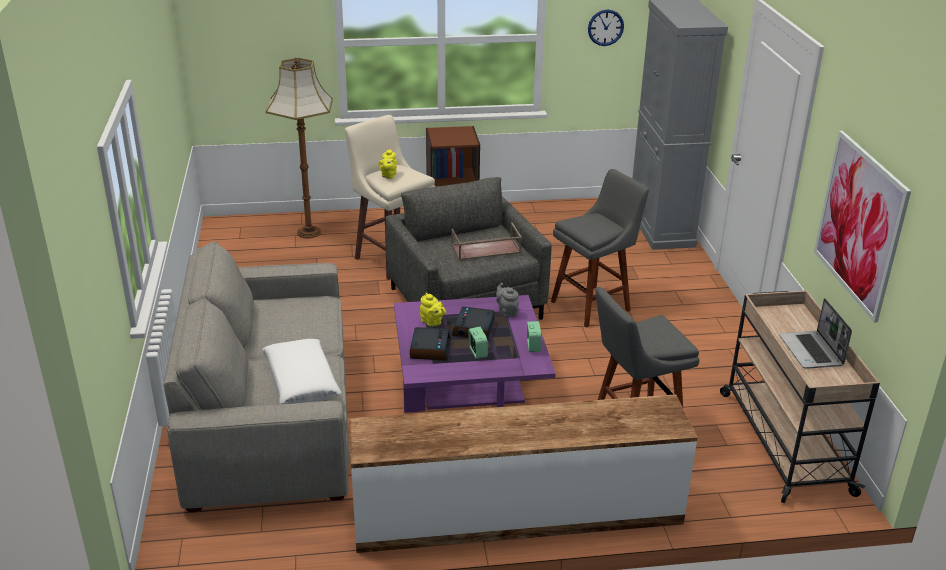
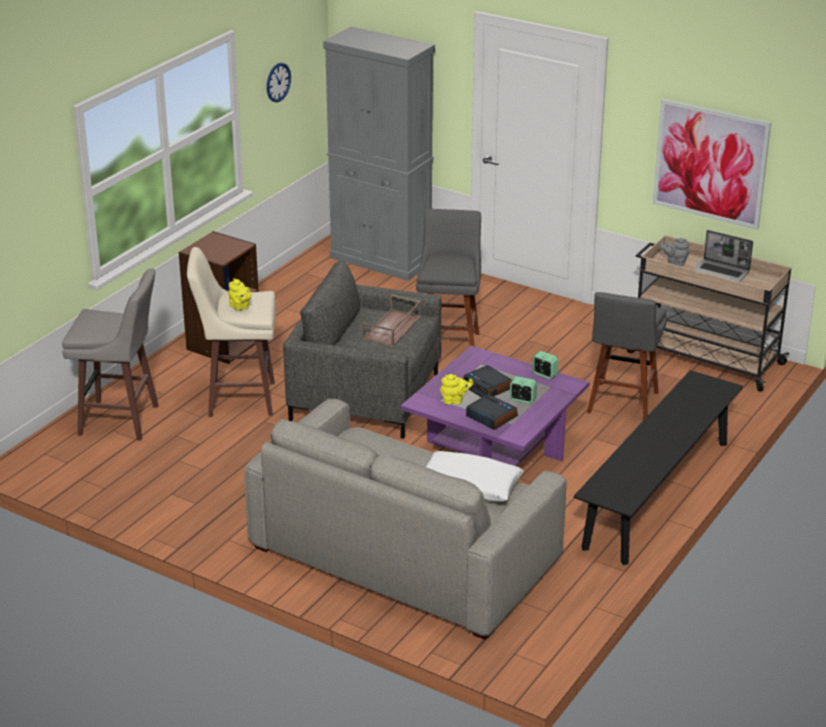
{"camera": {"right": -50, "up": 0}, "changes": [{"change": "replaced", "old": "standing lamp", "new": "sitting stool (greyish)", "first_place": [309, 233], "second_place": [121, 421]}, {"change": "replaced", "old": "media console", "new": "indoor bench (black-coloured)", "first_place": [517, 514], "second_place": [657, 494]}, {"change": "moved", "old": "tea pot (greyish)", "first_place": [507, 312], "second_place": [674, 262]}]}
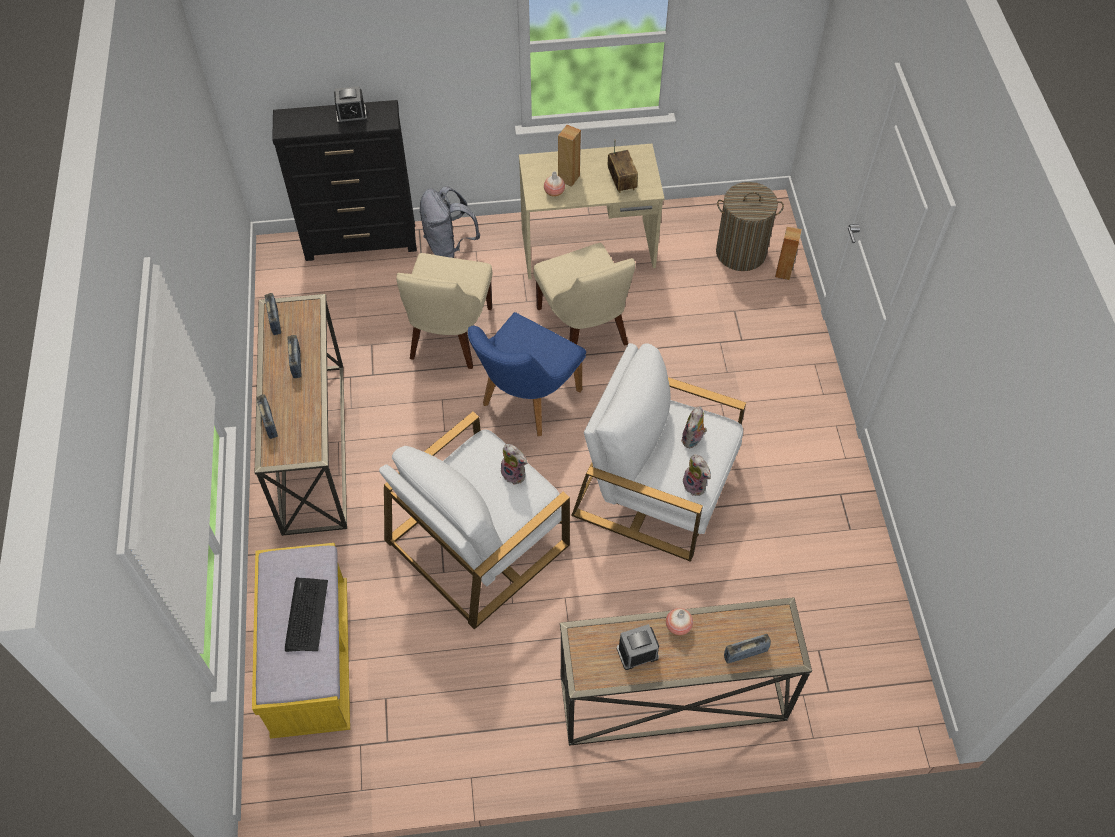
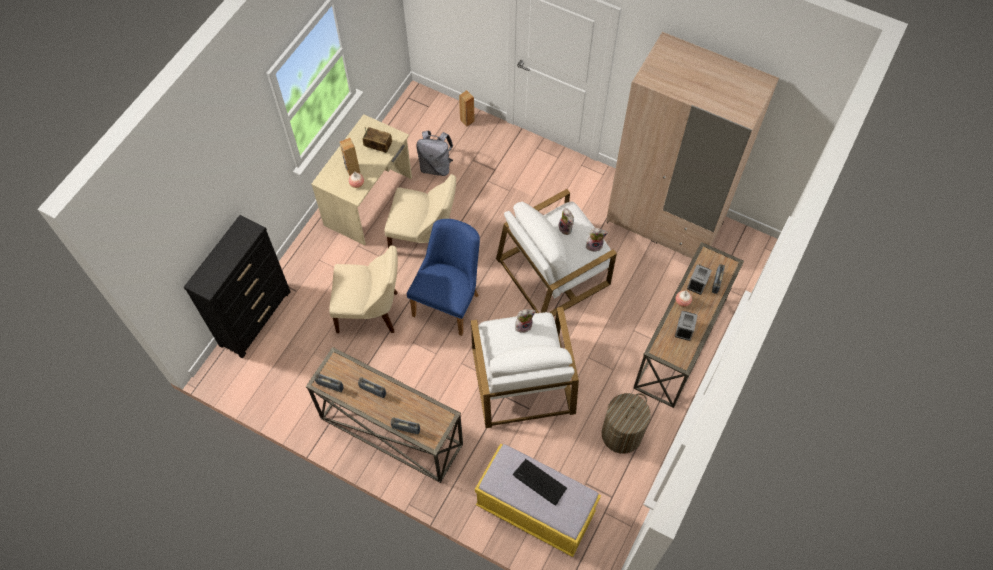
{"camera": {"right": -55, "up": 5}, "changes": [{"change": "turned", "old": "upright chair (sand-coloured)", "first_place": [449, 336], "second_place": [371, 312], "degrees": -45}, {"change": "turned", "old": "upright chair (blue-coloured)", "first_place": [525, 402], "second_place": [450, 300], "degrees": -135}, {"change": "moved", "old": "rucksack (greyish)", "first_place": [449, 246], "second_place": [436, 166]}, {"change": "moved", "old": "laundry basket", "first_place": [740, 252], "second_place": [621, 434]}, {"change": "added", "new": "wardrobe (sand-coloured)", "second_place": [665, 222]}, {"change": "moved", "old": "table clock", "first_place": [351, 115], "second_place": [697, 283]}]}
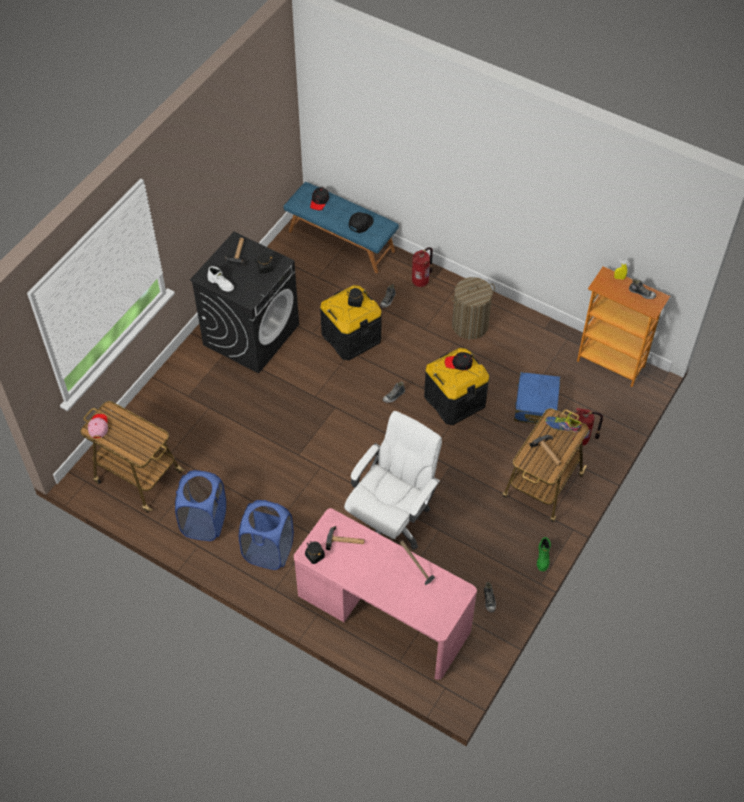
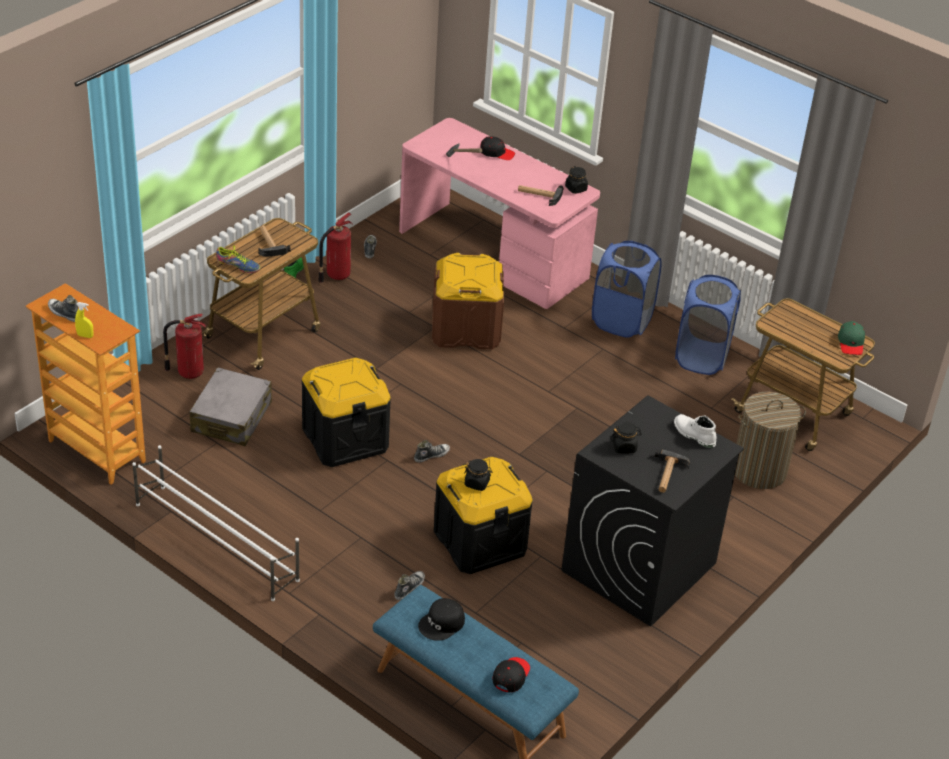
{"camera": {"right": -175, "up": -15}, "changes": [{"change": "added", "new": "shoe stand (white-coloured)", "second_place": [216, 541]}, {"change": "recoloured", "old": "piece of luggage (blue-coloured)", "new": "piece of luggage (greyish)", "first_place": [536, 405], "second_place": [232, 417]}, {"change": "moved", "old": "fire extinguisher", "first_place": [421, 281], "second_place": [336, 275]}, {"change": "replaced", "old": "office chair (white-coloured)", "new": "storage bin (brown)", "first_place": [391, 519], "second_place": [465, 328]}, {"change": "moved", "old": "peaked cap (black-coloured)", "first_place": [458, 363], "second_place": [497, 153]}, {"change": "moved", "old": "laundry basket", "first_place": [470, 325], "second_place": [759, 470]}, {"change": "recoloured", "old": "peaked cap (pink-coloured)", "new": "peaked cap (green-coloured)", "first_place": [98, 427], "second_place": [851, 343]}]}
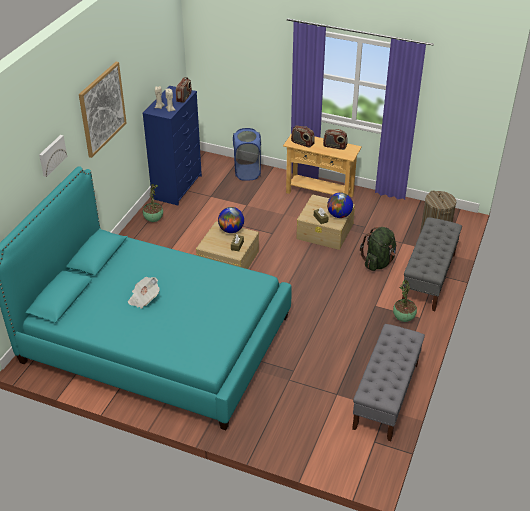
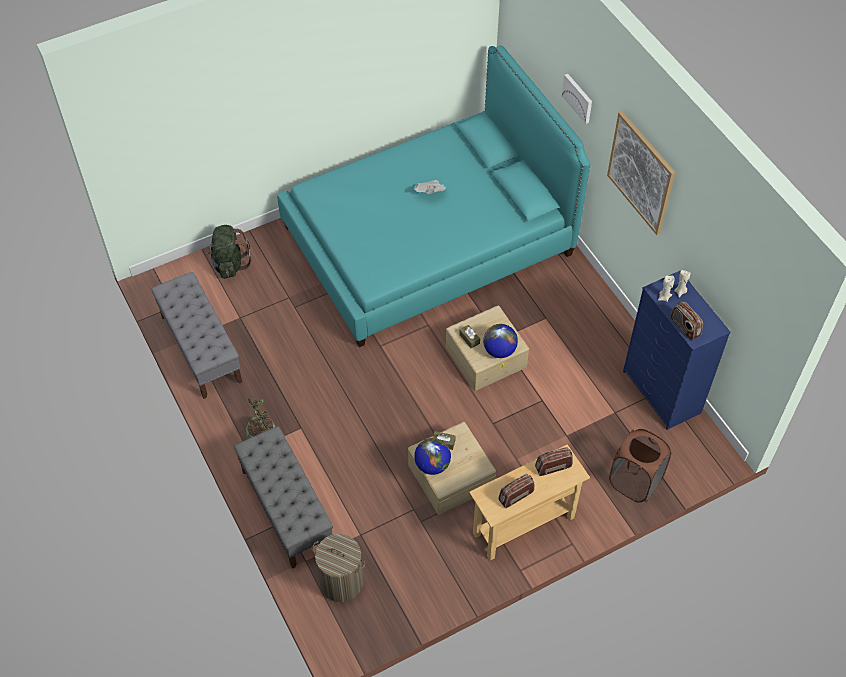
{"camera": {"right": 130, "up": 15}, "changes": [{"change": "moved", "old": "rucksack (green-coloured)", "first_place": [378, 262], "second_place": [229, 264]}, {"change": "recoloured", "old": "laundry basket (blue-coloured)", "new": "laundry basket (brown)", "first_place": [247, 172], "second_place": [634, 482]}, {"change": "removed", "old": "houseplant", "first_place": [153, 219]}]}
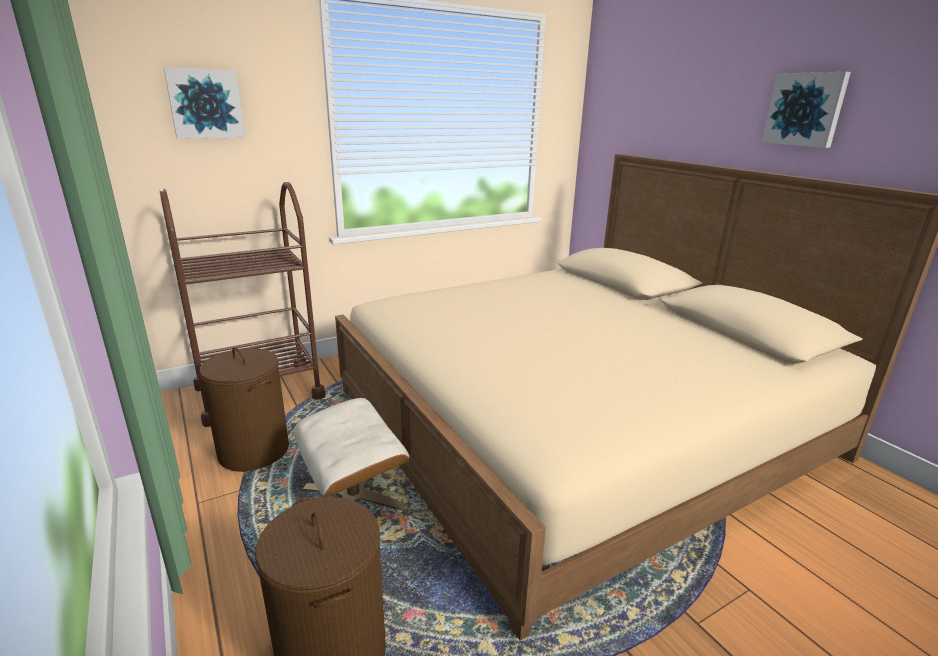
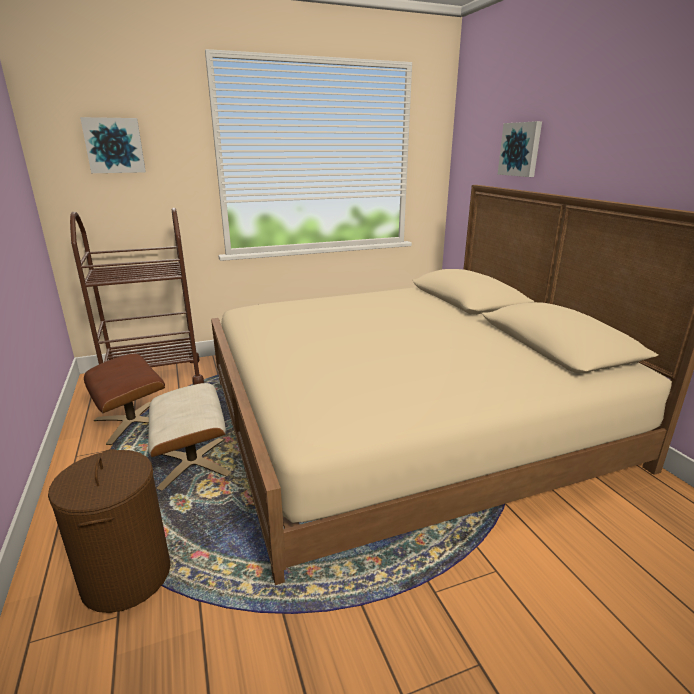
{"camera": {"right": 10, "up": 0}, "changes": [{"change": "replaced", "old": "laundry basket (brown)", "new": "ottoman (brown)", "first_place": [254, 451], "second_place": [132, 422]}, {"change": "moved", "old": "wall art", "first_place": [805, 109], "second_place": [520, 149]}]}
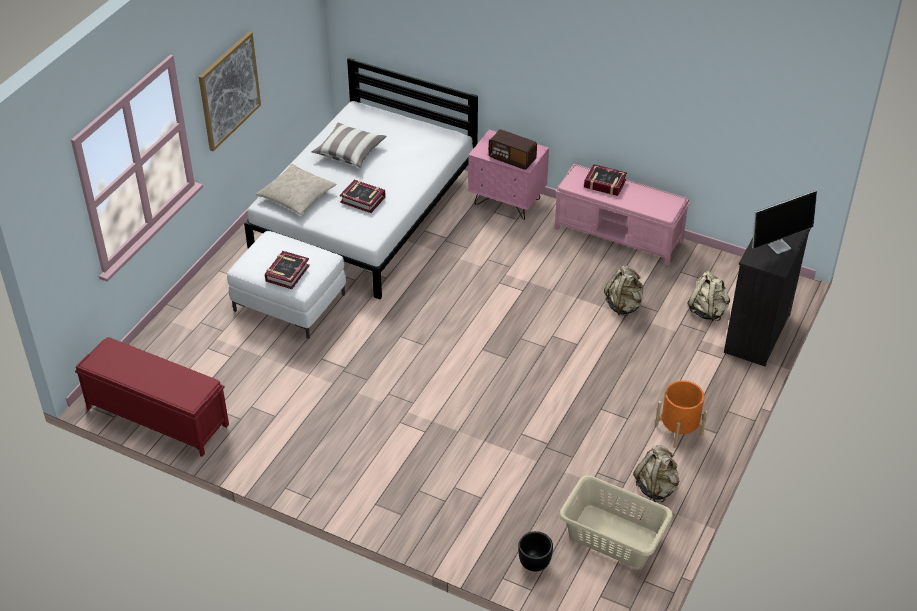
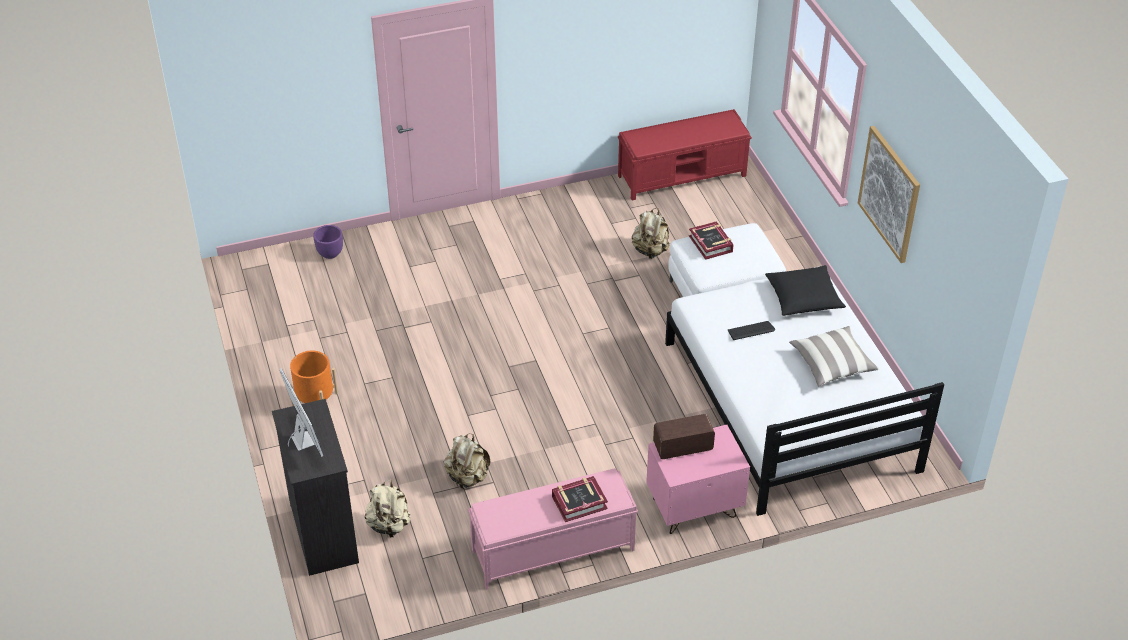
{"camera": {"right": 135, "up": 0}, "changes": [{"change": "turned", "old": "computer screen", "first_place": [779, 245], "second_place": [304, 439], "degrees": 135}, {"change": "recoloured", "old": "plant pot (black-coloured)", "new": "plant pot (purple)", "first_place": [534, 564], "second_place": [330, 253]}, {"change": "moved", "old": "rucksack (sand-coloured)", "first_place": [656, 487], "second_place": [650, 250]}, {"change": "replaced", "old": "bound book", "new": "keyboard", "first_place": [363, 199], "second_place": [751, 331]}, {"change": "recoloured", "old": "throw pillow (sand-coloured)", "new": "throw pillow (black-coloured)", "first_place": [297, 196], "second_place": [803, 297]}, {"change": "removed", "old": "laundry basket (sand-coloured)", "first_place": [613, 537]}]}
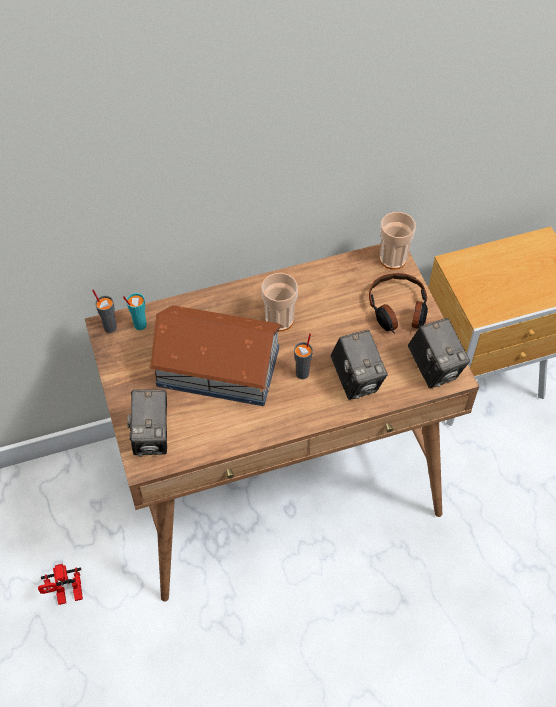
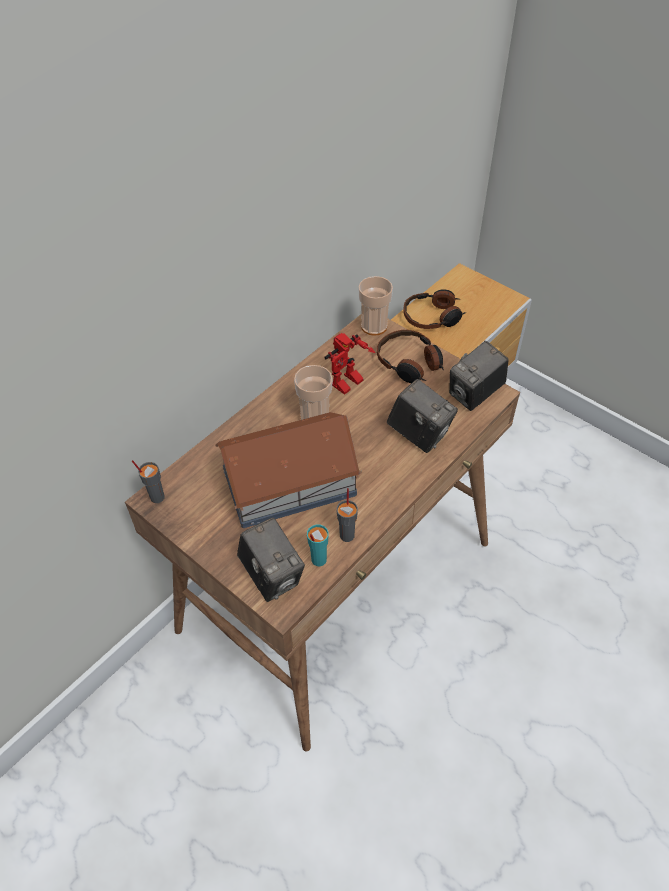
{"camera": {"right": -30, "up": -5}, "changes": [{"change": "moved", "old": "small cup (turquoise-coloured)", "first_place": [139, 325], "second_place": [318, 560]}, {"change": "moved", "old": "model robot", "first_place": [68, 598], "second_place": [348, 385]}, {"change": "moved", "old": "small cup (greyish)", "first_place": [302, 373], "second_place": [347, 535]}, {"change": "added", "new": "headset", "second_place": [433, 317]}, {"change": "turned", "old": "photo camera", "first_place": [434, 368], "second_place": [475, 395], "degrees": 105}]}
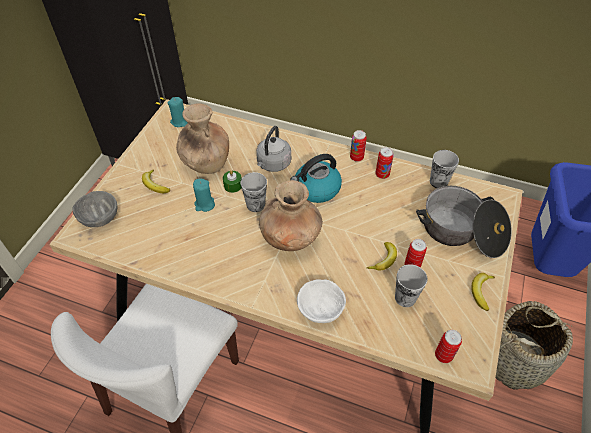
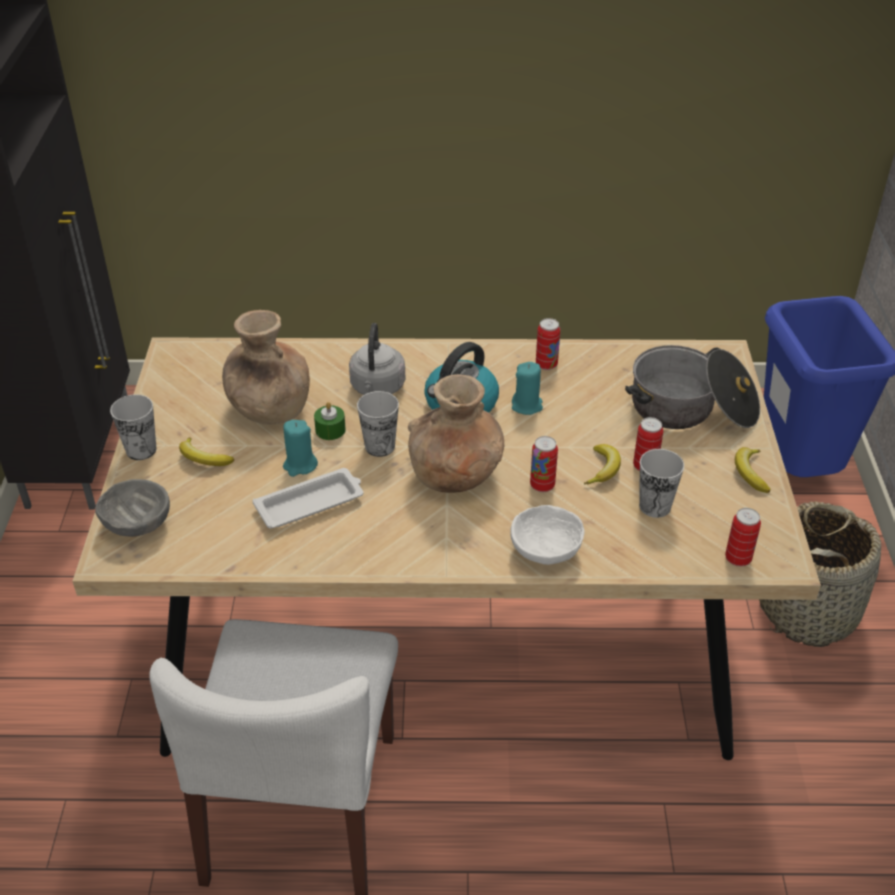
{"camera": {"right": -20, "up": -10}, "changes": [{"change": "moved", "old": "small cup", "first_place": [438, 182], "second_place": [141, 450]}, {"change": "added", "new": "tray (white-coloured)", "second_place": [311, 503]}, {"change": "moved", "old": "wax light (turquoise-coloured)", "first_place": [180, 122], "second_place": [527, 406]}, {"change": "moved", "old": "sealed can", "first_place": [356, 157], "second_place": [542, 485]}]}
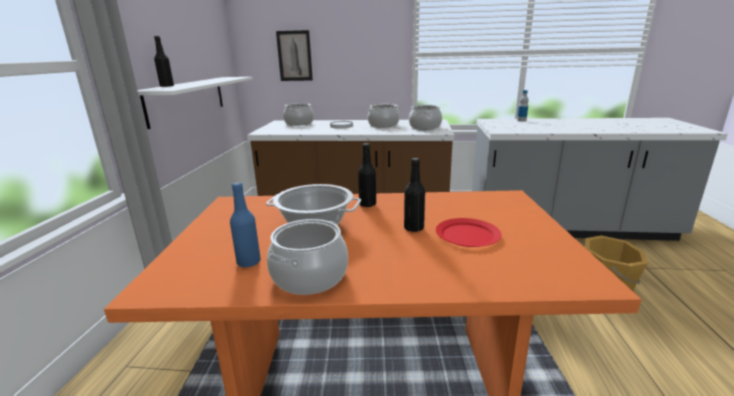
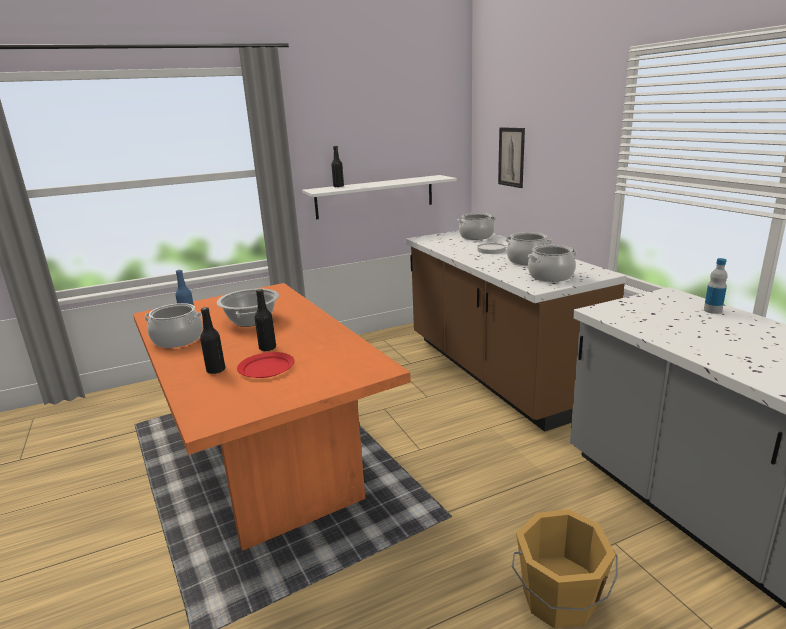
{"camera": {"right": 60, "up": 0}, "changes": [{"change": "moved", "old": "beverage bottle (black-coloured)", "first_place": [367, 204], "second_place": [216, 370]}]}
